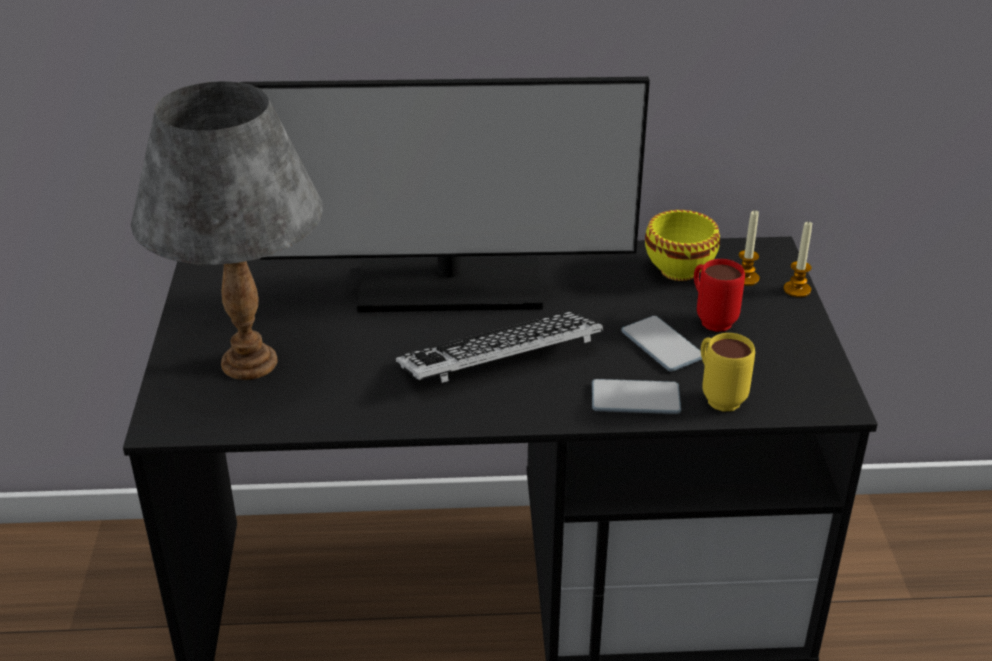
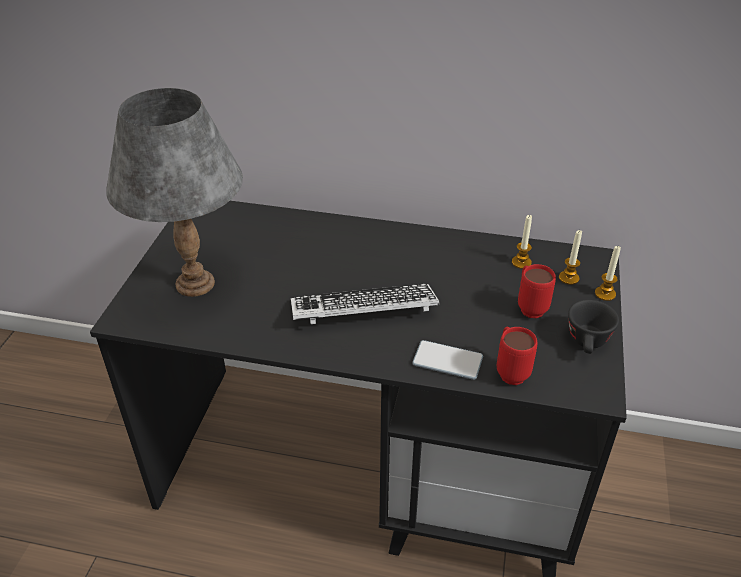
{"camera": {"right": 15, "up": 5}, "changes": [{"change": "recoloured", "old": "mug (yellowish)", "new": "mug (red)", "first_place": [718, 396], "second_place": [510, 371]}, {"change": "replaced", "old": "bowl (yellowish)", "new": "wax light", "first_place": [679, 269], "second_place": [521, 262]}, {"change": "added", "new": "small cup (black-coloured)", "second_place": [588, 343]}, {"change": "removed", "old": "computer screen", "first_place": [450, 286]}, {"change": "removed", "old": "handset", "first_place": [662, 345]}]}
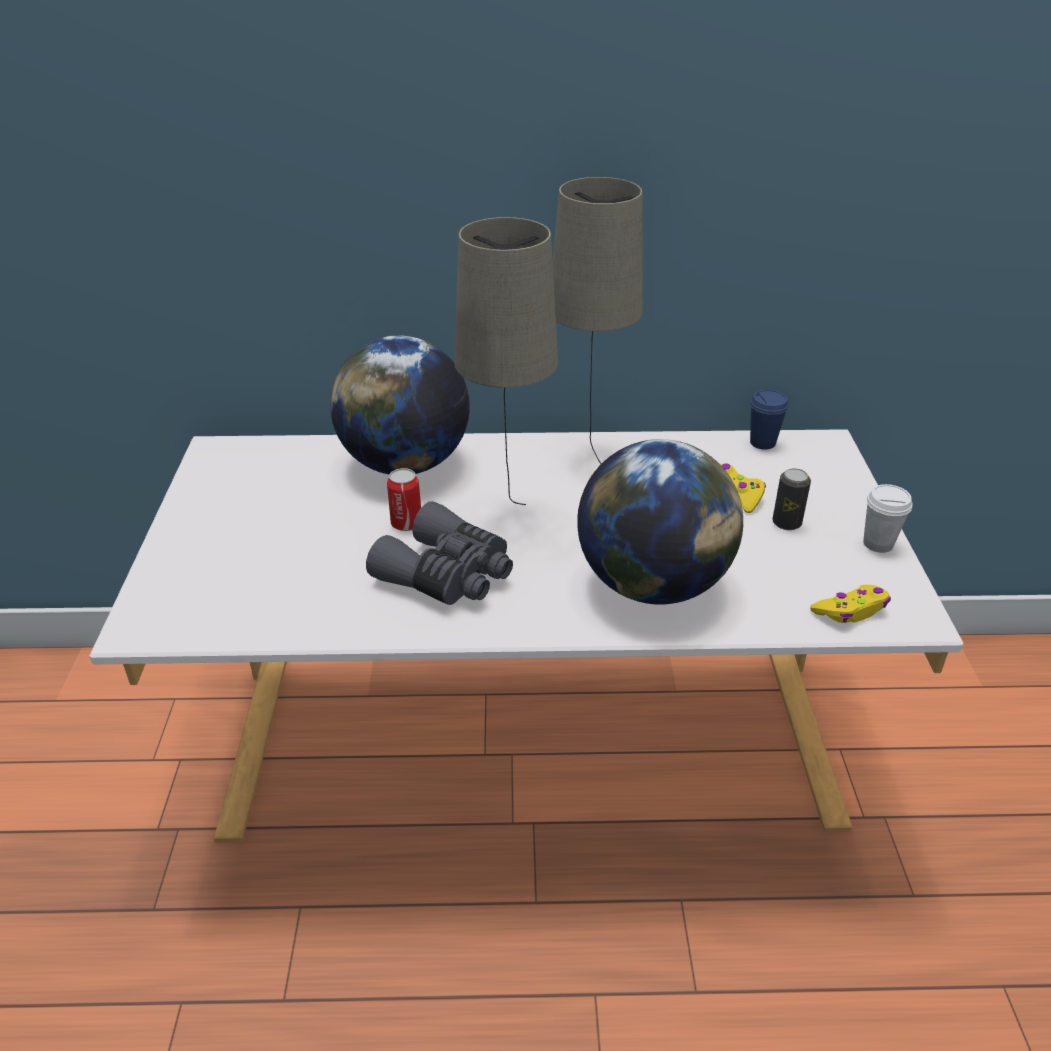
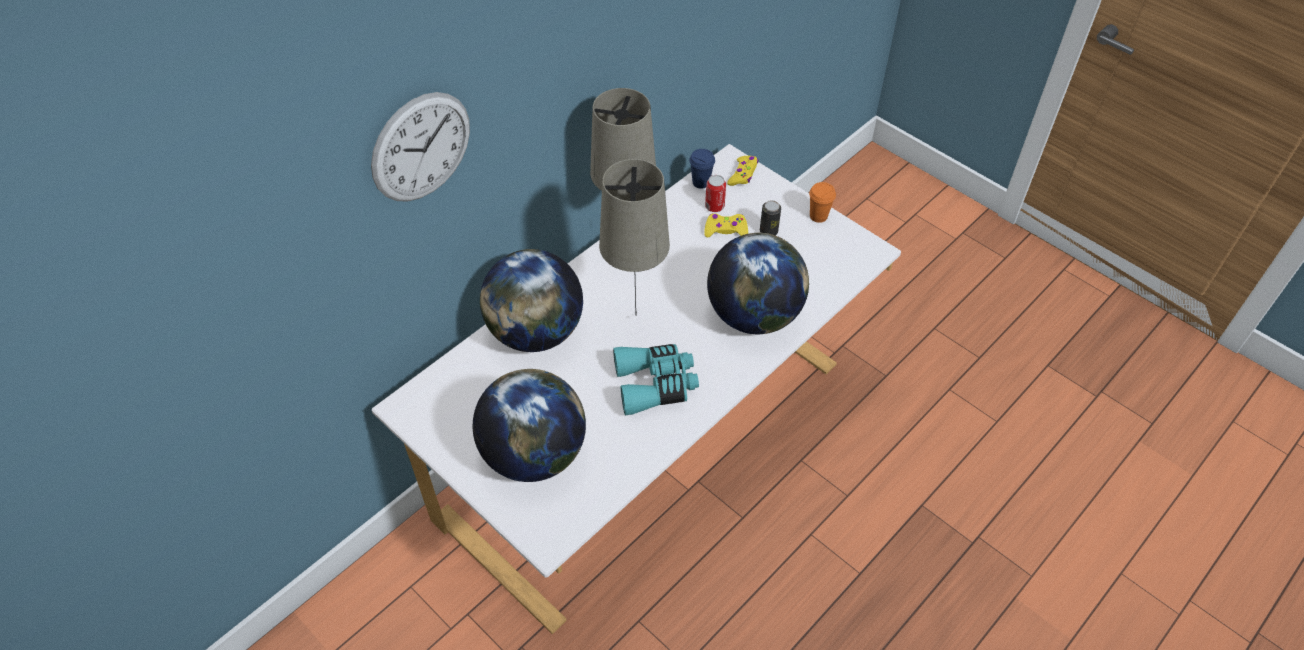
{"camera": {"right": -45, "up": 15}, "changes": [{"change": "added", "new": "wall clock", "second_place": [421, 147]}, {"change": "added", "new": "globe", "second_place": [534, 454]}, {"change": "recoloured", "old": "field glasses (greyish)", "new": "field glasses (turquoise-coloured)", "first_place": [447, 575], "second_place": [655, 384]}, {"change": "moved", "old": "sealed can", "first_place": [406, 523], "second_place": [714, 206]}, {"change": "moved", "old": "game controller (yellowish)", "first_place": [851, 611], "second_place": [743, 174]}, {"change": "recoloured", "old": "small cup (white-coloured)", "new": "small cup (orange)", "first_place": [878, 544], "second_place": [818, 216]}]}
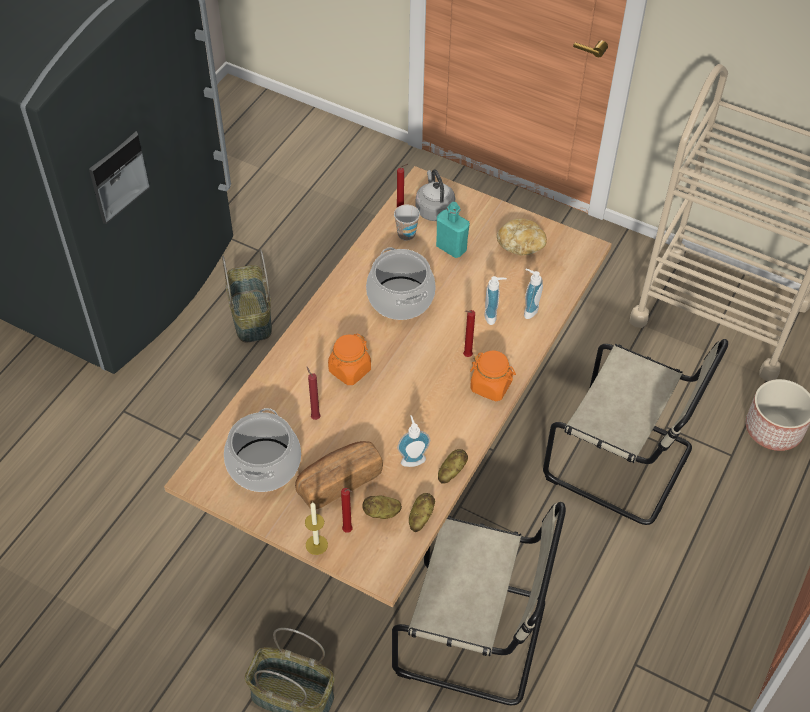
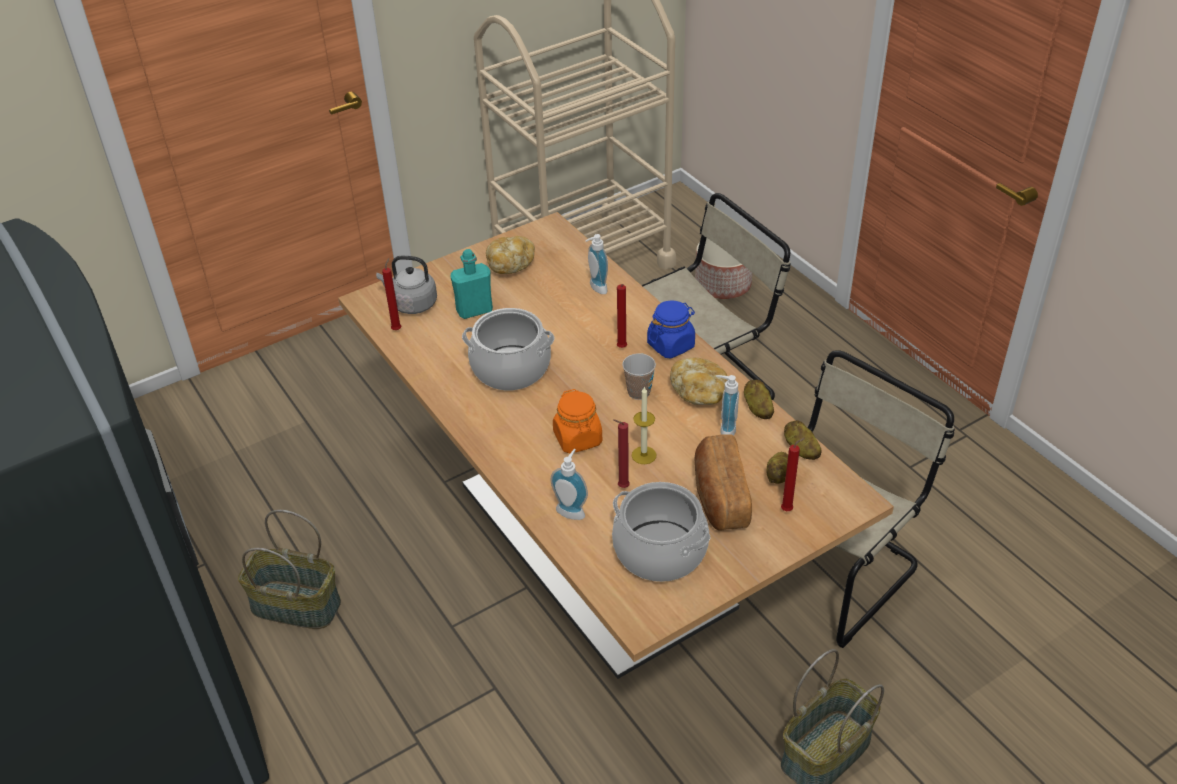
{"camera": {"right": -60, "up": -10}, "changes": [{"change": "moved", "old": "soap bottle", "first_place": [493, 316], "second_place": [572, 510]}, {"change": "moved", "old": "small cup", "first_place": [406, 234], "second_place": [639, 392]}, {"change": "moved", "old": "wax light", "first_place": [316, 545], "second_place": [644, 455]}, {"change": "recoloured", "old": "storage jar (orange)", "new": "storage jar (blue-coloured)", "first_place": [491, 386], "second_place": [671, 345]}, {"change": "added", "new": "baked bread", "second_place": [699, 393]}]}
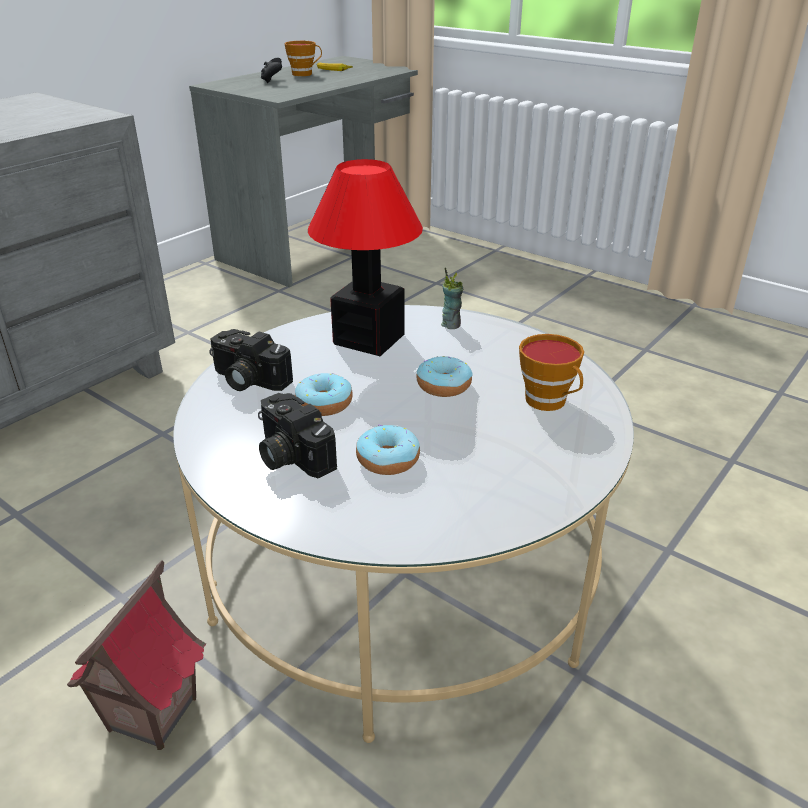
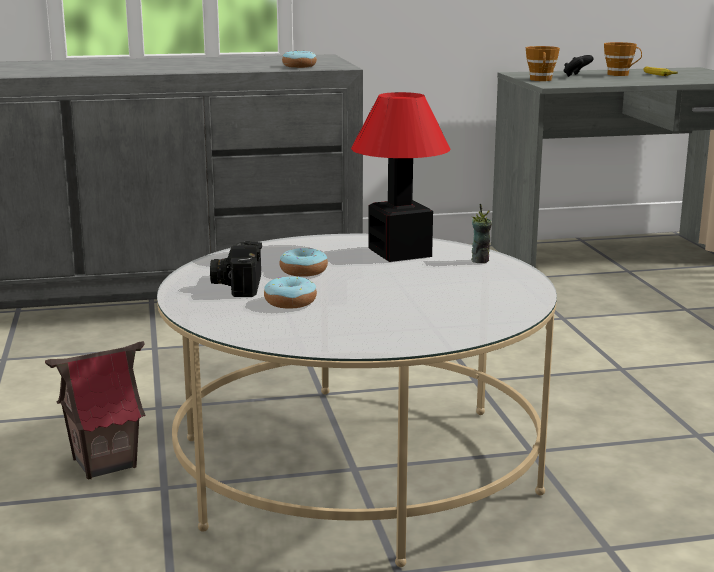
{"camera": {"right": 40, "up": -15}, "changes": [{"change": "moved", "old": "ring doughnut", "first_place": [444, 386], "second_place": [299, 66]}, {"change": "moved", "old": "small cup", "first_place": [549, 402], "second_place": [541, 80]}, {"change": "removed", "old": "photo camera", "first_place": [246, 380]}]}
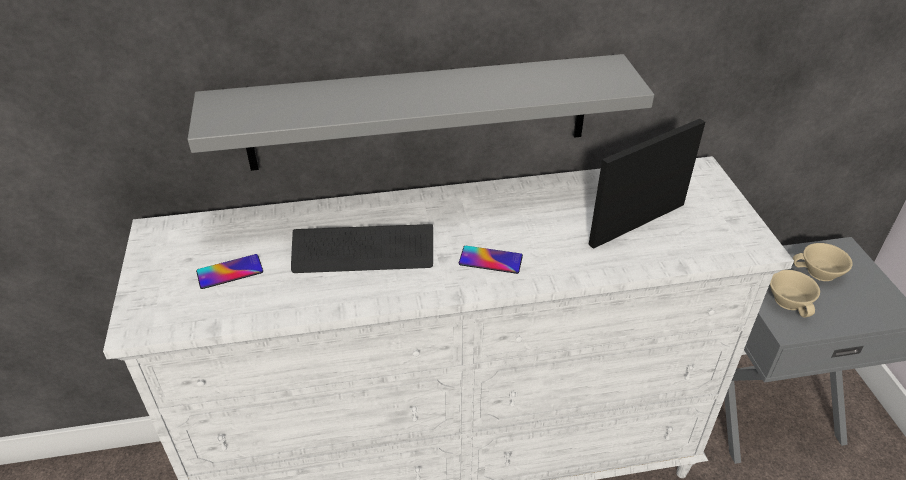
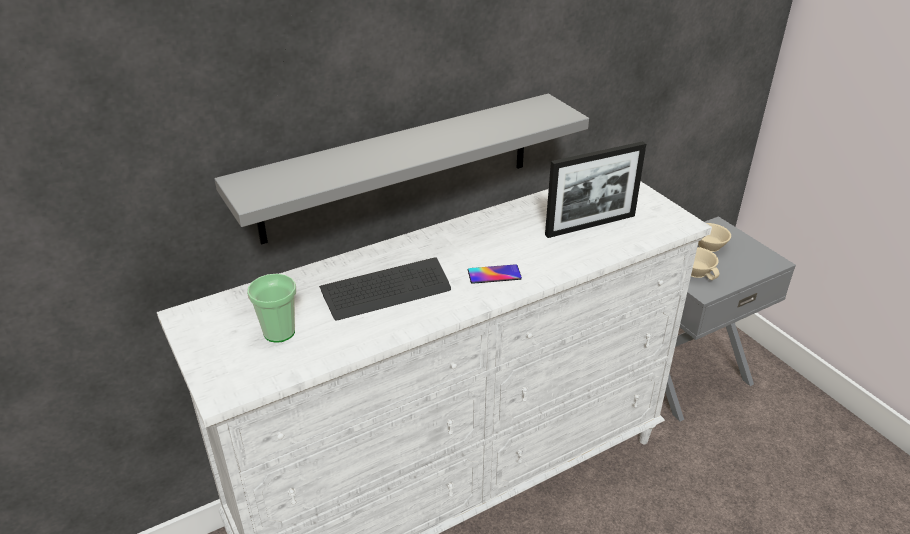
{"camera": {"right": -20, "up": -5}, "changes": [{"change": "replaced", "old": "handset", "new": "small cup", "first_place": [230, 272], "second_place": [279, 332]}, {"change": "turned", "old": "picture frame", "first_place": [637, 224], "second_place": [590, 225], "degrees": -150}]}
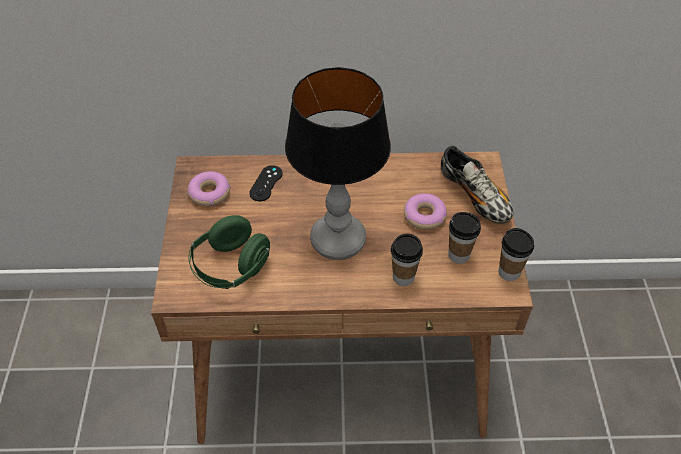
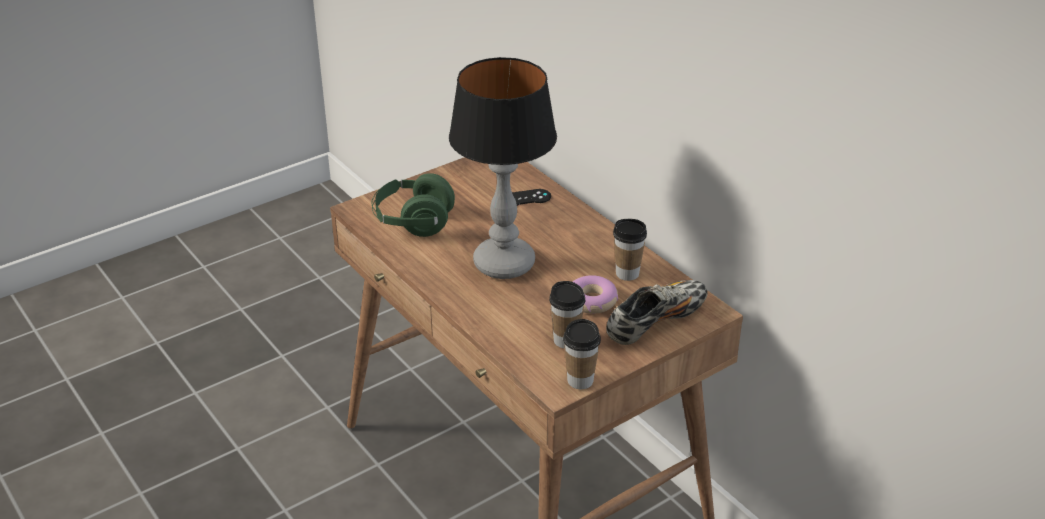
{"camera": {"right": 55, "up": -15}, "changes": [{"change": "turned", "old": "item of footwear", "first_place": [474, 196], "second_place": [656, 322], "degrees": -150}, {"change": "moved", "old": "small cup", "first_place": [403, 277], "second_place": [627, 273]}, {"change": "removed", "old": "ring doughnut", "first_place": [209, 193]}]}
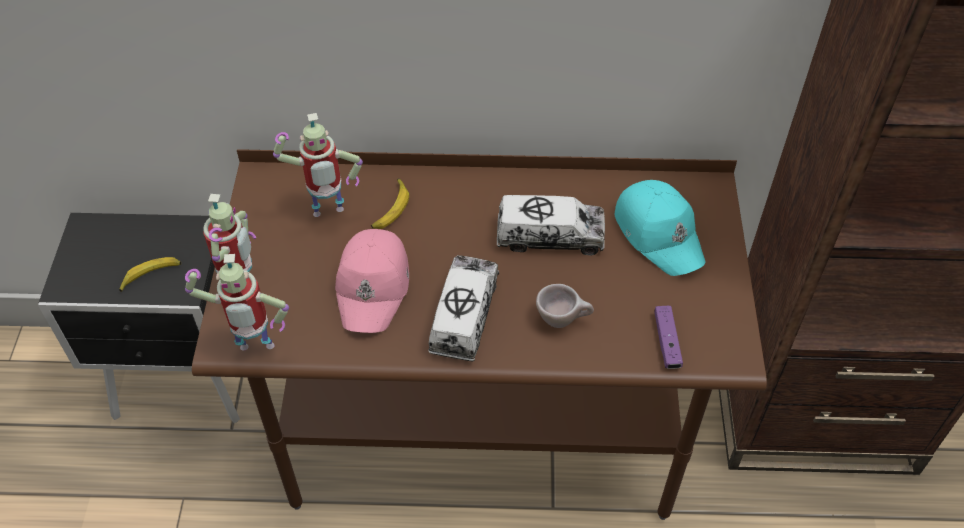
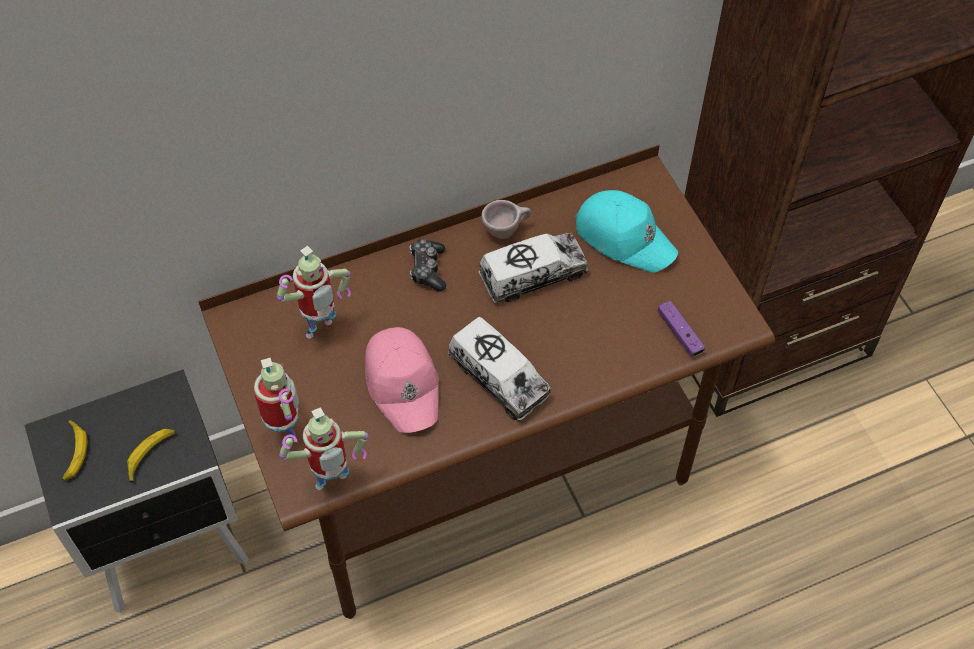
{"camera": {"right": -25, "up": 5}, "changes": [{"change": "moved", "old": "whole banana", "first_place": [391, 209], "second_place": [73, 453]}, {"change": "added", "new": "game controller", "second_place": [428, 269]}, {"change": "turned", "old": "model truck", "first_place": [464, 316], "second_place": [499, 378], "degrees": 150}, {"change": "moved", "old": "small cup (sand-coloured)", "first_place": [563, 320], "second_place": [506, 230]}]}
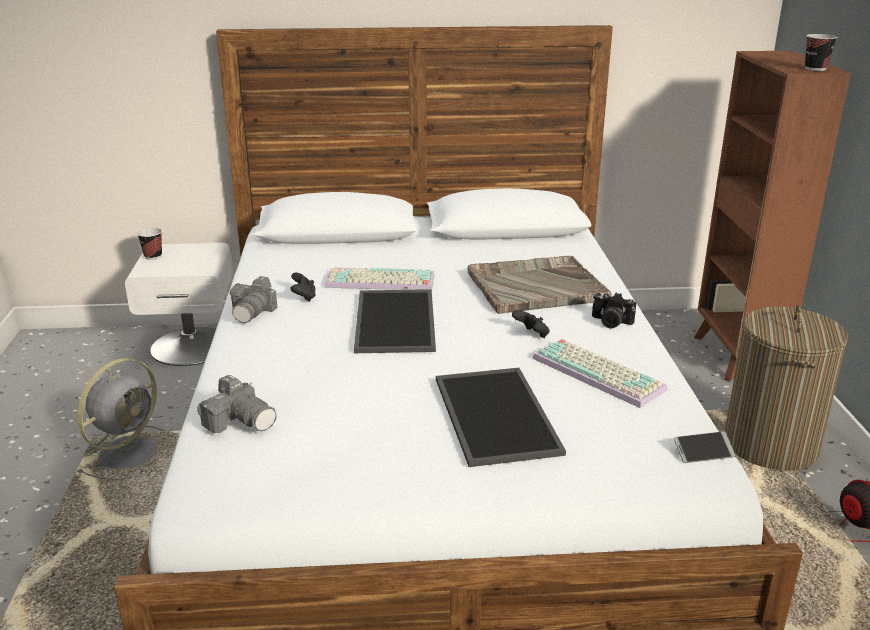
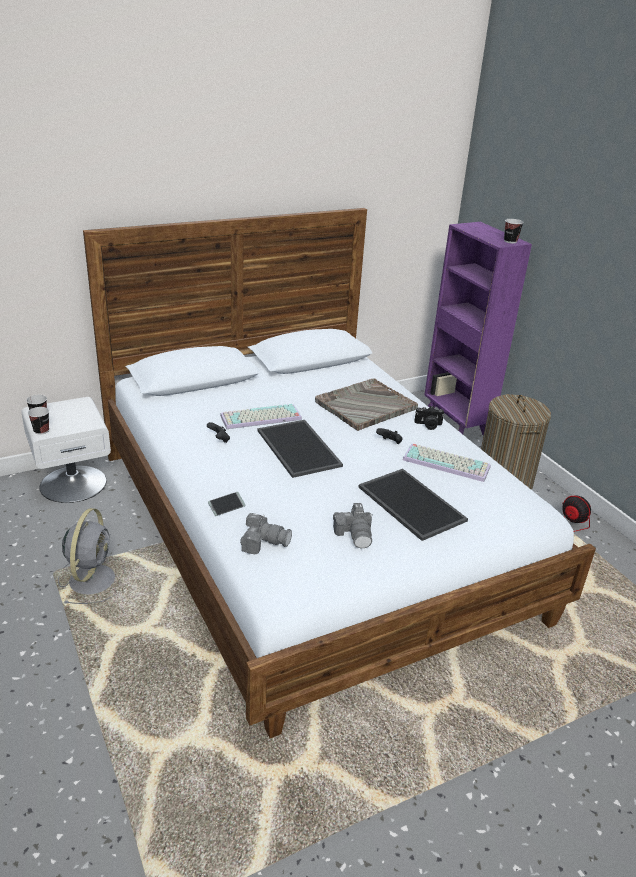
{"camera": {"right": -25, "up": 5}, "changes": [{"change": "added", "new": "small cup", "second_place": [41, 431]}, {"change": "moved", "old": "handset", "first_place": [703, 452], "second_place": [226, 507]}, {"change": "moved", "old": "photo camera", "first_place": [253, 312], "second_place": [355, 534]}, {"change": "recoloured", "old": "bookcase (brown)", "new": "bookcase (purple)", "first_place": [736, 358], "second_place": [455, 425]}]}
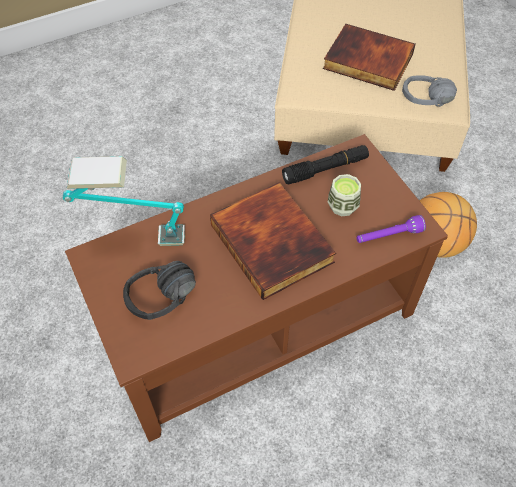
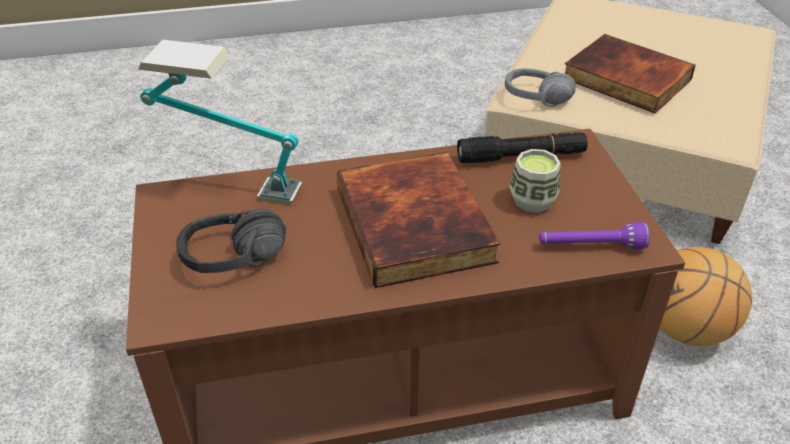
{"camera": {"right": 15, "up": -15}, "changes": [{"change": "moved", "old": "headset (greyish)", "first_place": [427, 104], "second_place": [536, 103]}]}
